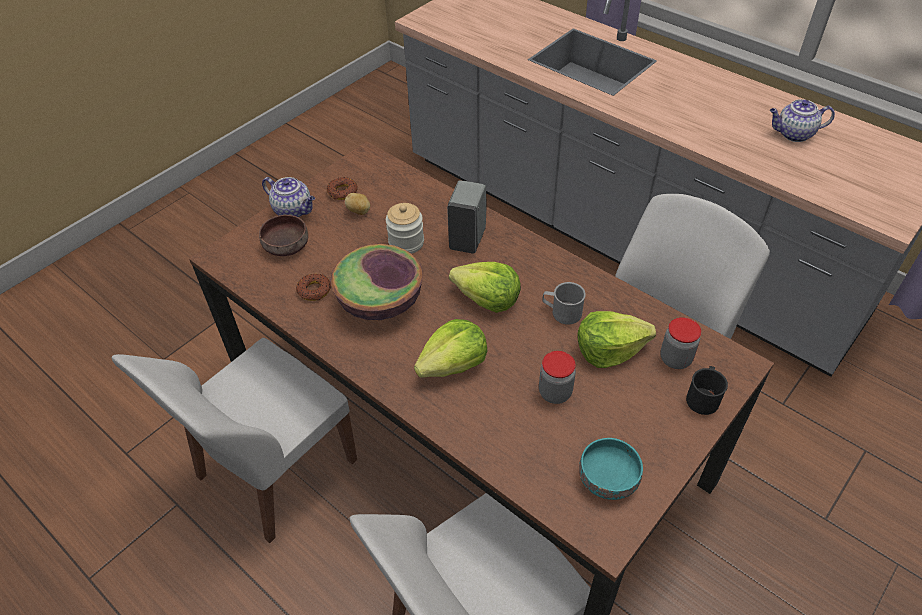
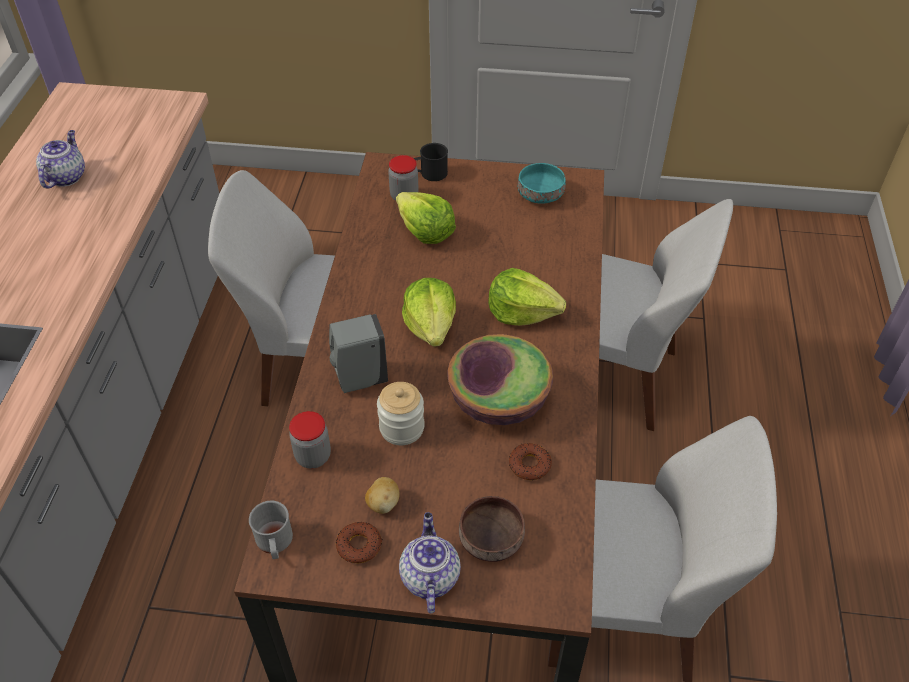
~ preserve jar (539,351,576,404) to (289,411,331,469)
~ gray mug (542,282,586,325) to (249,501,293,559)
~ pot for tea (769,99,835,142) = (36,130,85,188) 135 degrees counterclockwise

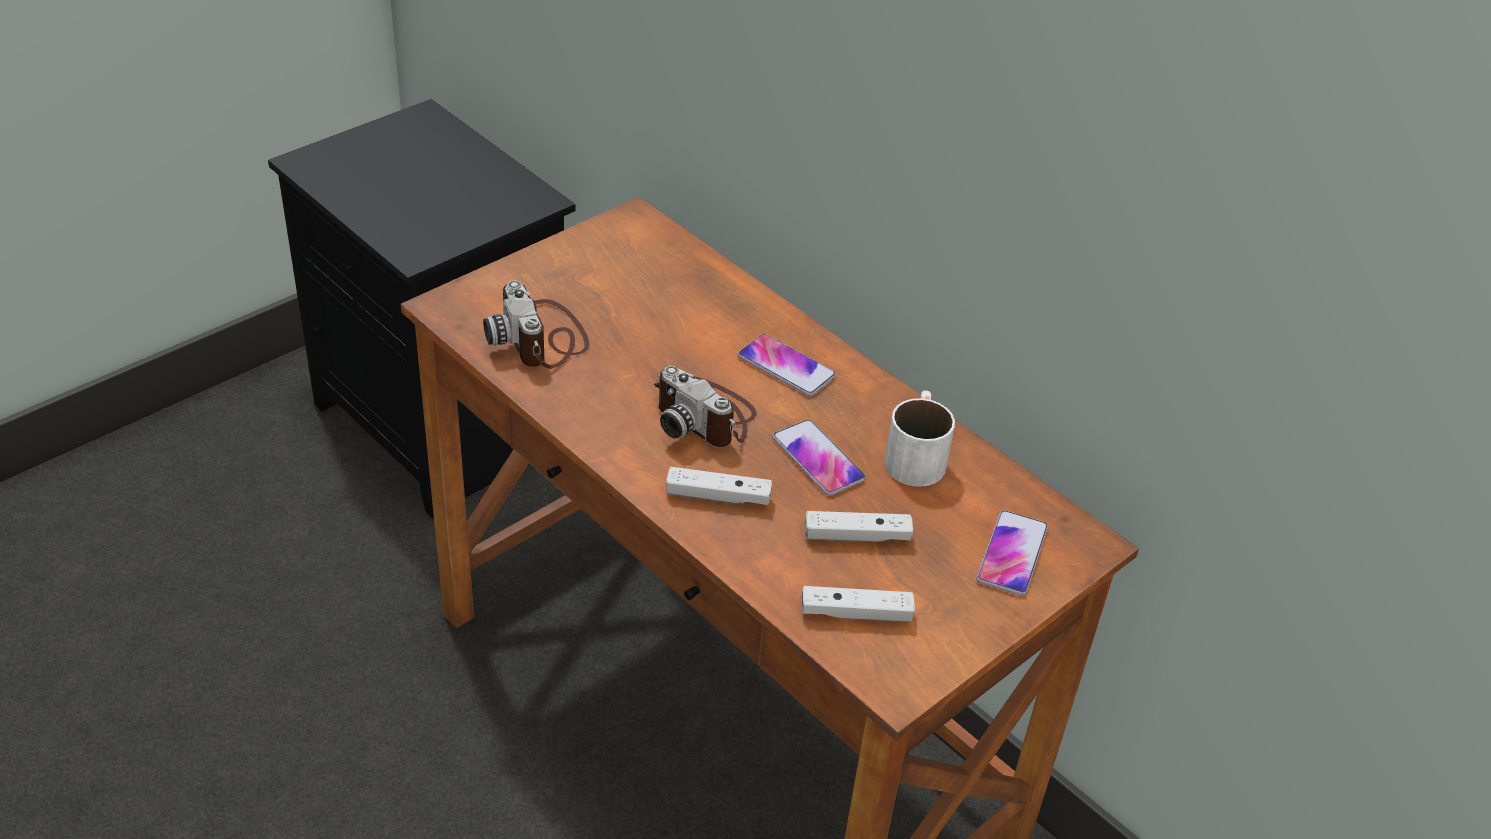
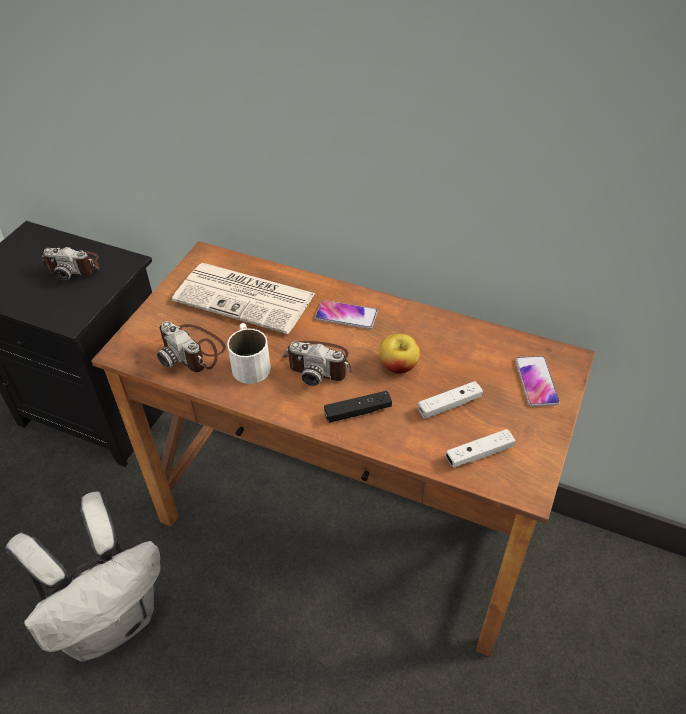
+ white-coloured knapsack (5,491,161,662)
+ photo camera (42,247,99,281)
+ printed paper (172,263,316,334)
~ white-coloured mug (884,390,955,487) to (227,323,271,384)
~ telephone (772,419,866,496) to apple fruit (379,333,420,374)
~ white-coloured joypad (666,467,772,505) to black-coloured joypad (324,391,392,423)

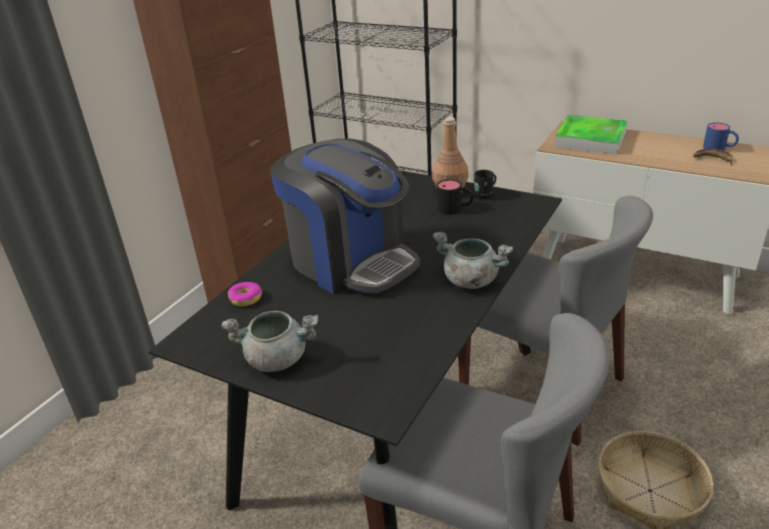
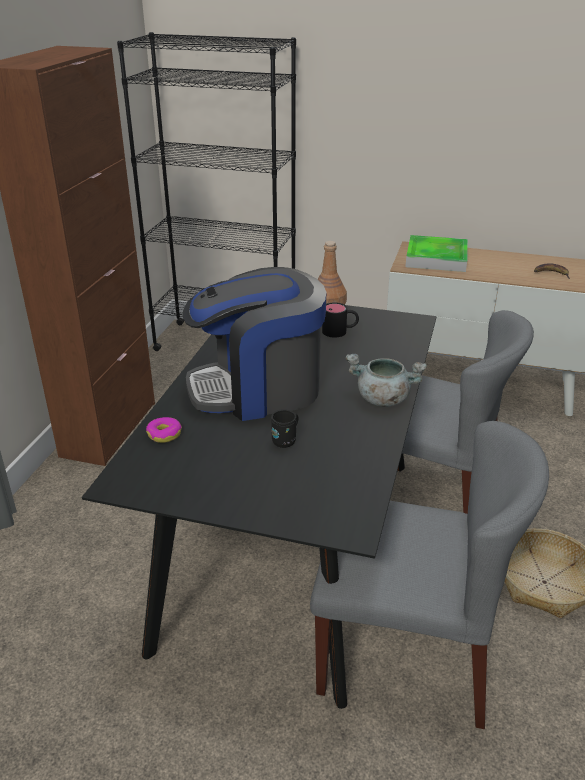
- gray saucepot (221,311,318,372)
- blue mug (703,123,739,150)
~ black-coloured mug (474,170,496,199) to (271,409,299,448)
~ coffee machine (270,139,420,294) = (183,267,326,421) 135 degrees clockwise

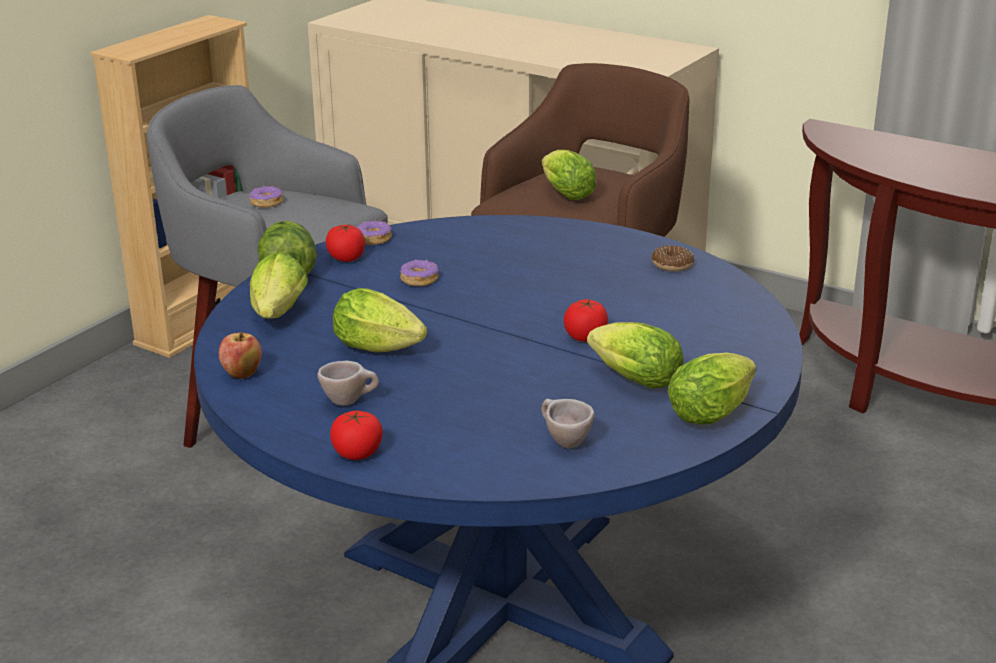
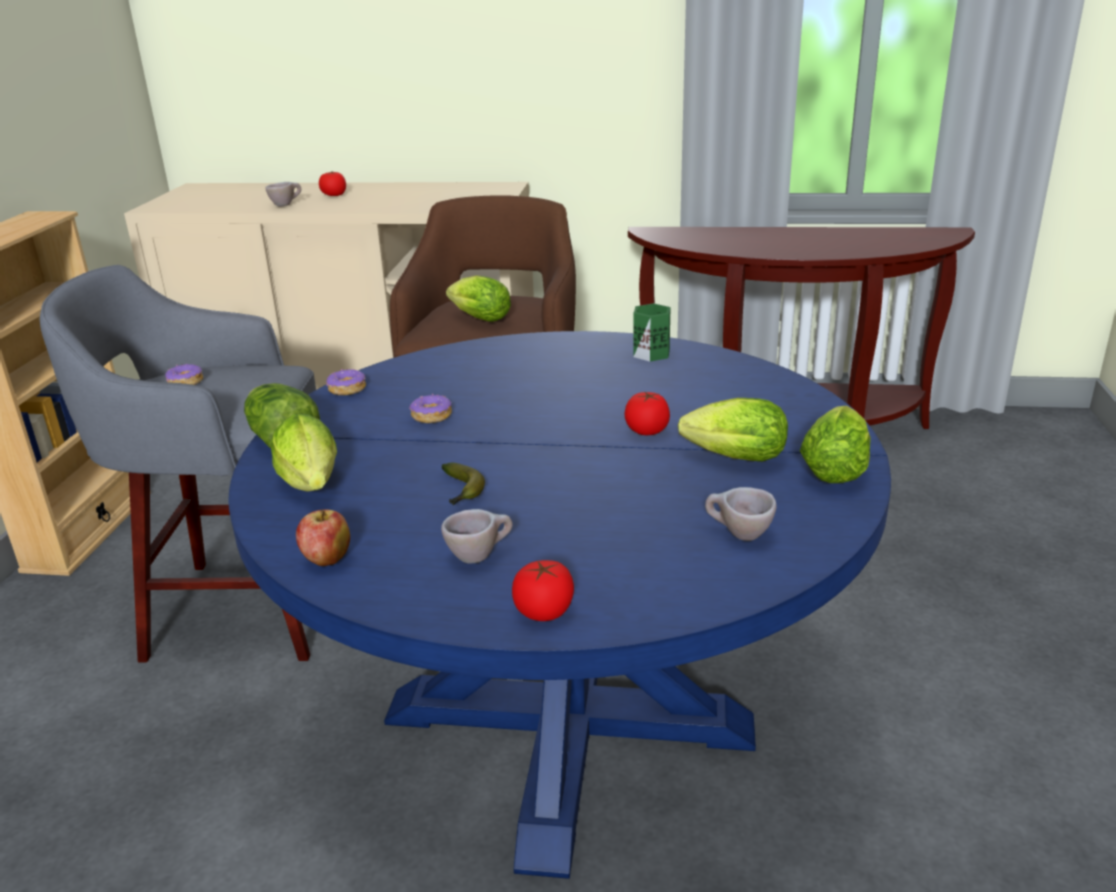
+ sand-coloured small cup (265,182,301,207)
~ tomato (326,225,365,262) to (319,171,346,196)
~ lettuce head (333,288,427,352) to banana (442,463,485,505)
~ ring doughnut (652,245,694,271) to green-coloured mug (633,303,671,361)

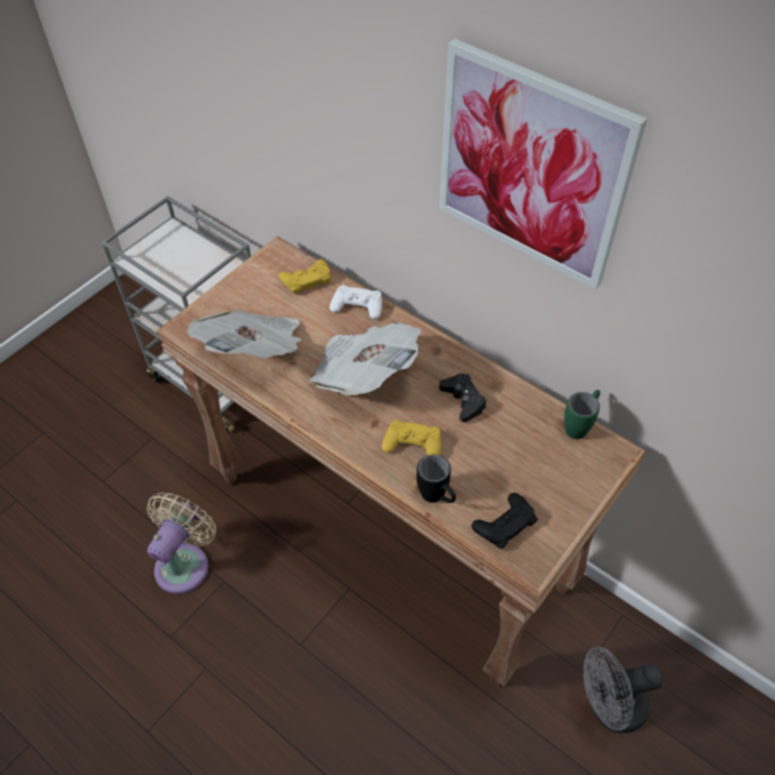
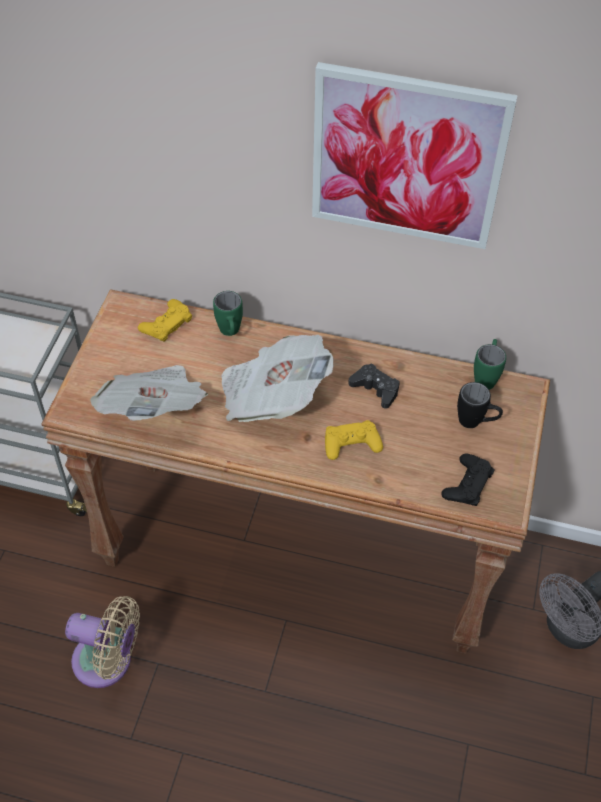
~ black-coloured mug (416,454,456,503) to (457,382,503,428)
~ white-coloured joypad (330,285,382,319) to green-coloured mug (213,291,243,336)
~ sand-coloured cooling fan (147,492,216,594) = (65,596,140,688) 105 degrees clockwise

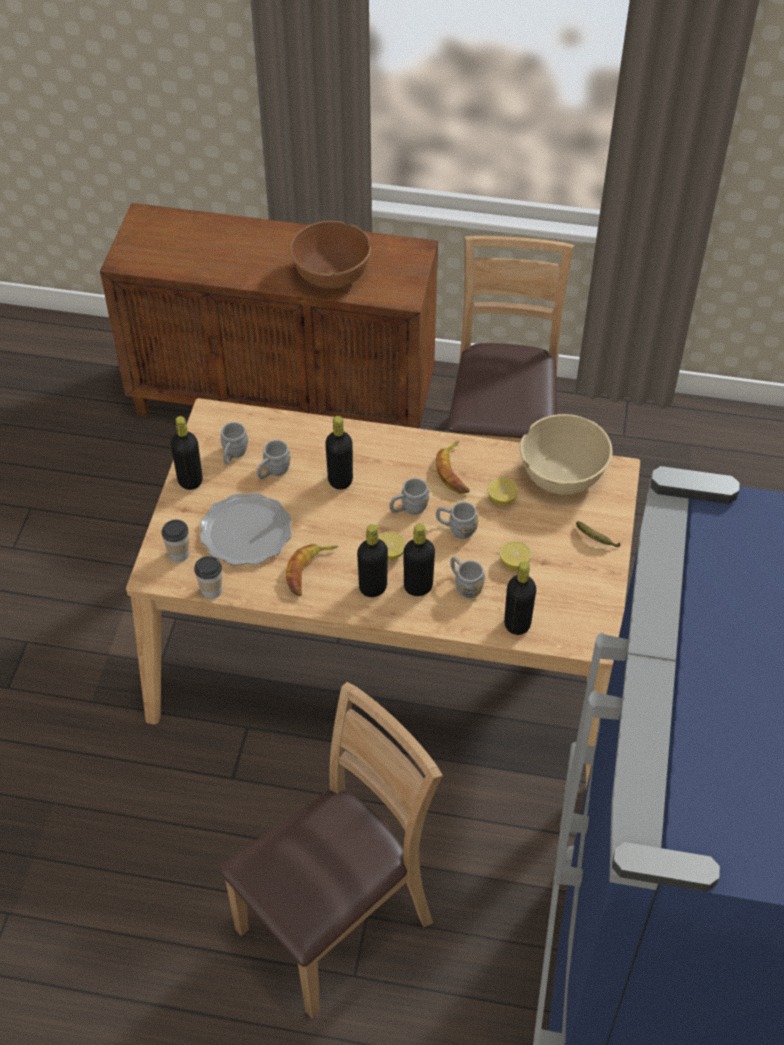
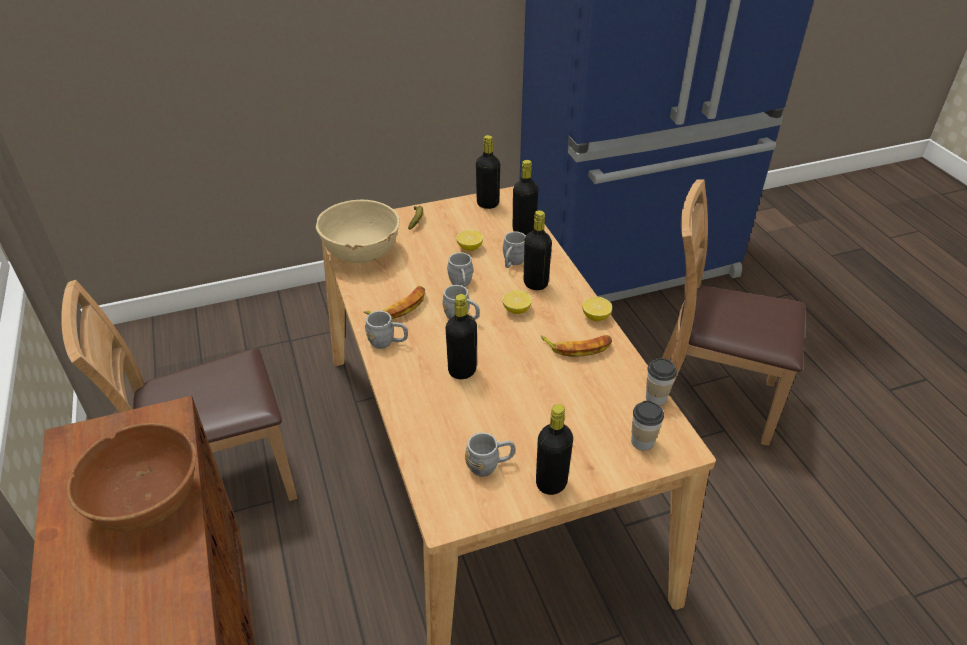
- dinner plate (200,493,292,566)
~ gray mug (257,440,291,479) to (365,311,408,349)
~ black-coloured drink bottle (357,524,388,597) to (476,135,500,209)
~ whole lemon (488,478,519,504) to (582,297,612,321)

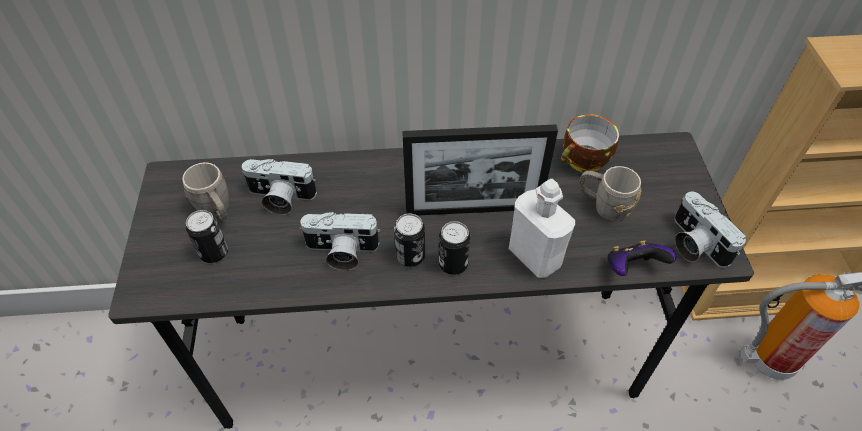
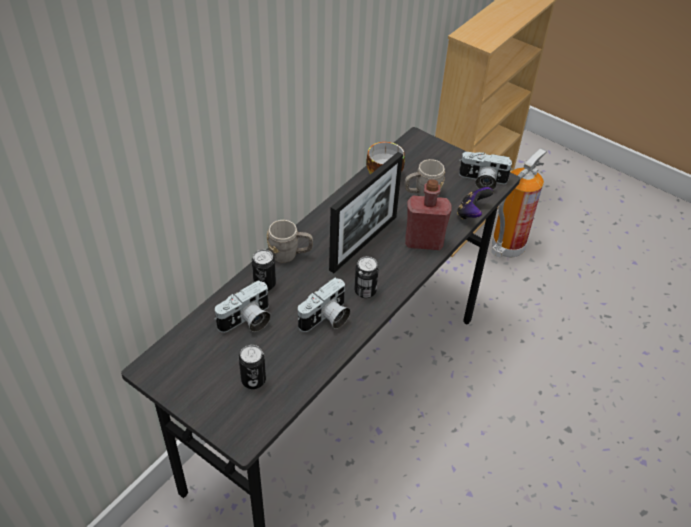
~ gray mug (182,162,229,221) to (267,220,313,263)
~ metal can (439,221,470,275) to (252,249,276,291)
~ white-coloured drink bottle (509,179,575,278) to reddish drink bottle (405,179,452,250)

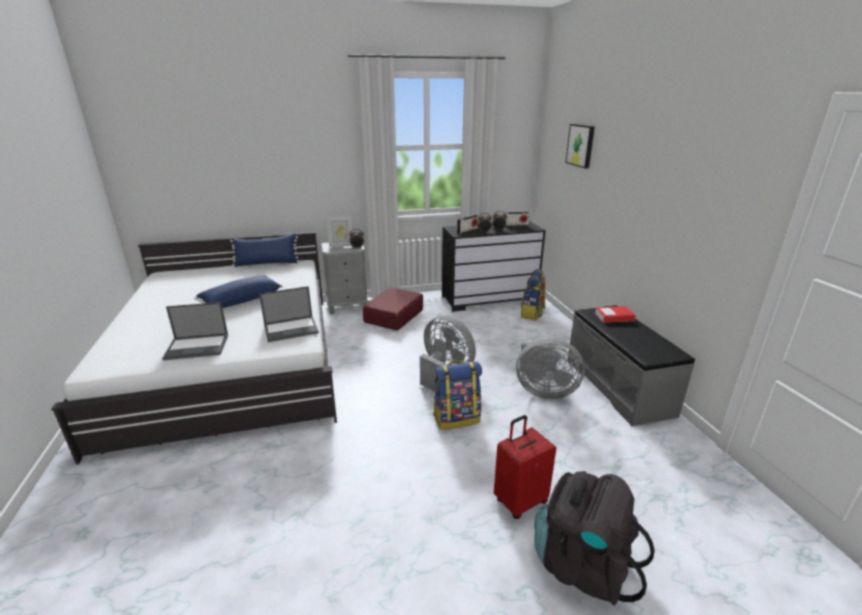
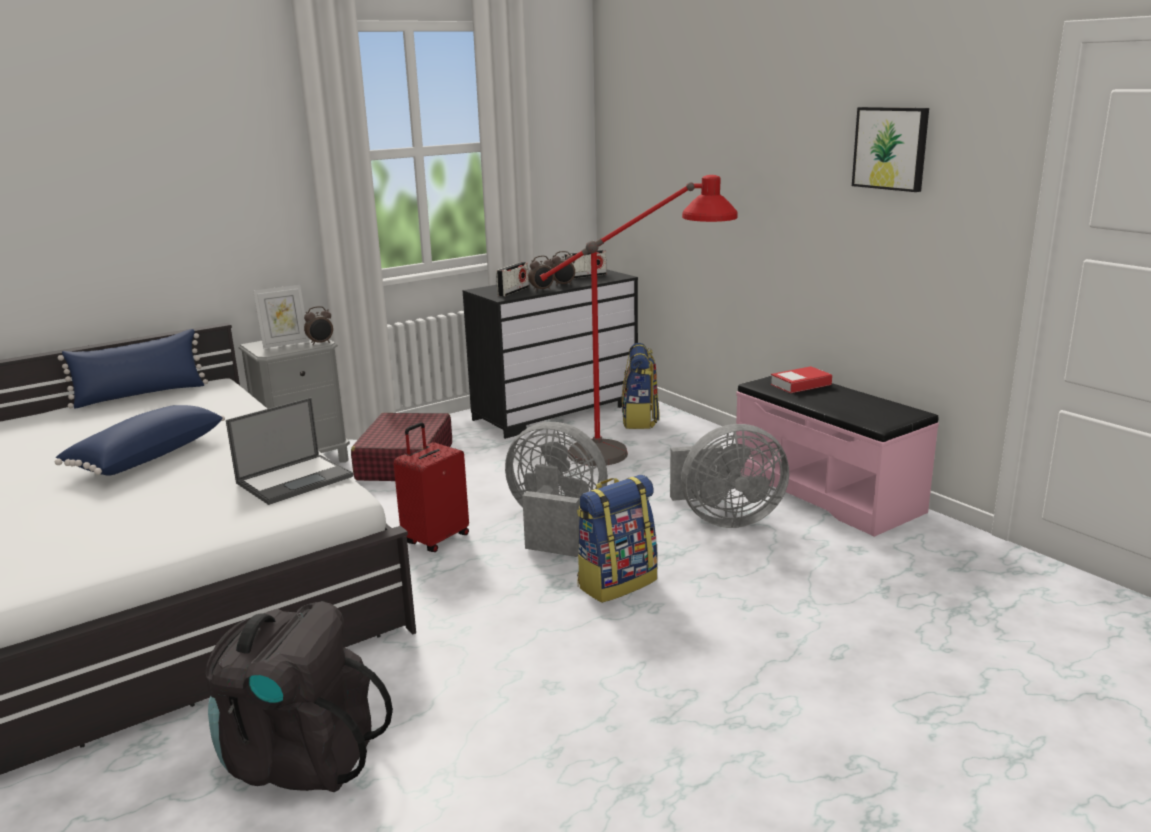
- portable computer (162,302,228,360)
+ reddish standard lamp (540,175,738,466)
~ reddish travel case (494,415,556,519) to (393,422,469,552)
~ black-coloured knapsack (534,471,655,606) to (205,601,393,792)
~ wall art (565,124,595,168) to (852,107,929,192)
~ gray indoor bench (567,305,695,426) to pink indoor bench (736,375,939,537)

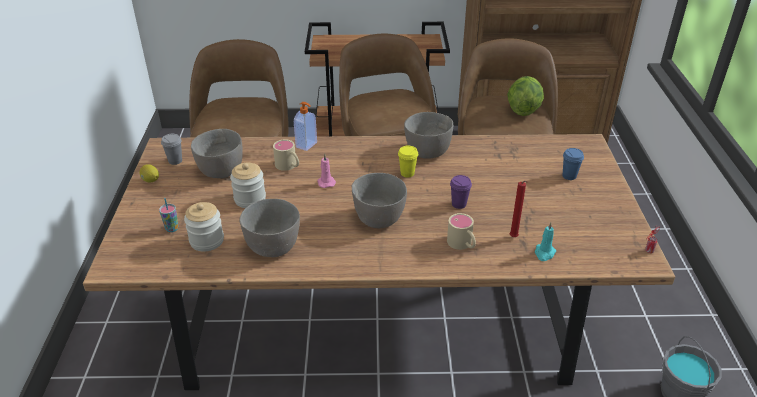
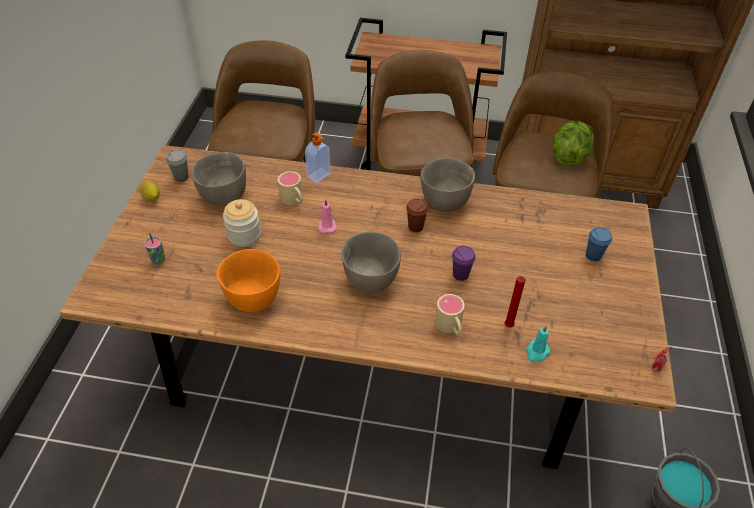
- preserve jar (184,202,224,251)
~ gray deep dish (239,199,300,257) to orange deep dish (216,249,280,312)
~ yellow-coloured small cup (398,145,418,178) to brown small cup (406,198,428,232)

